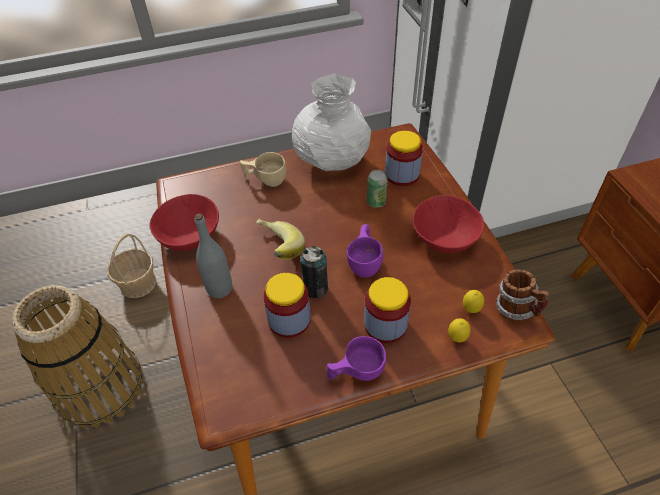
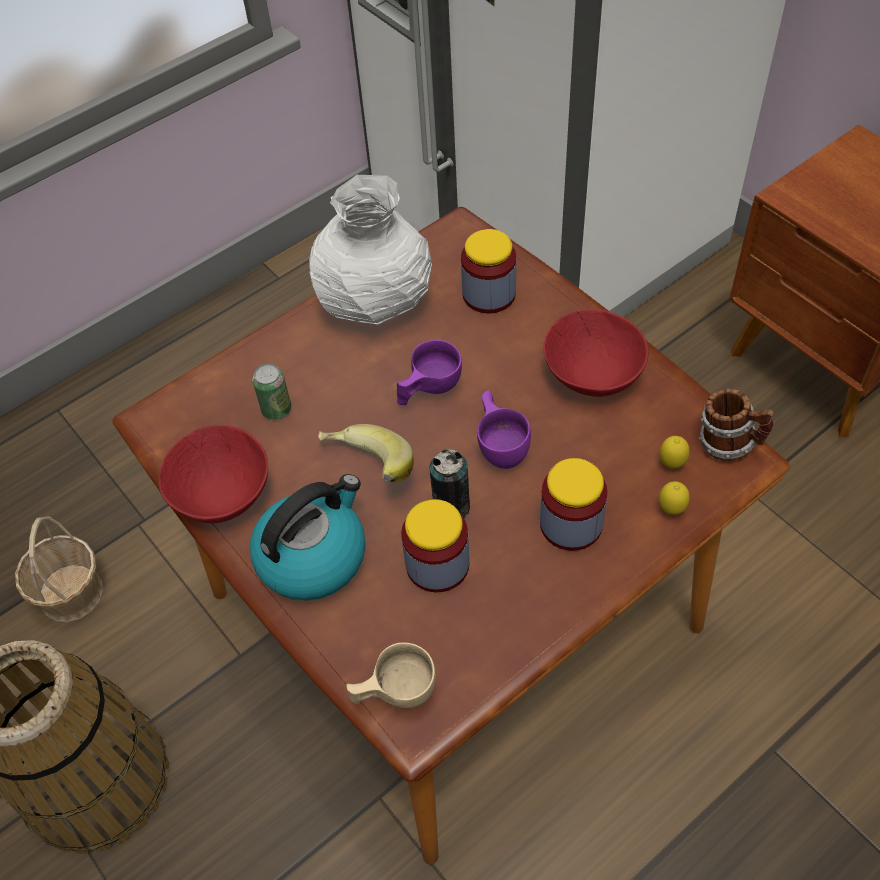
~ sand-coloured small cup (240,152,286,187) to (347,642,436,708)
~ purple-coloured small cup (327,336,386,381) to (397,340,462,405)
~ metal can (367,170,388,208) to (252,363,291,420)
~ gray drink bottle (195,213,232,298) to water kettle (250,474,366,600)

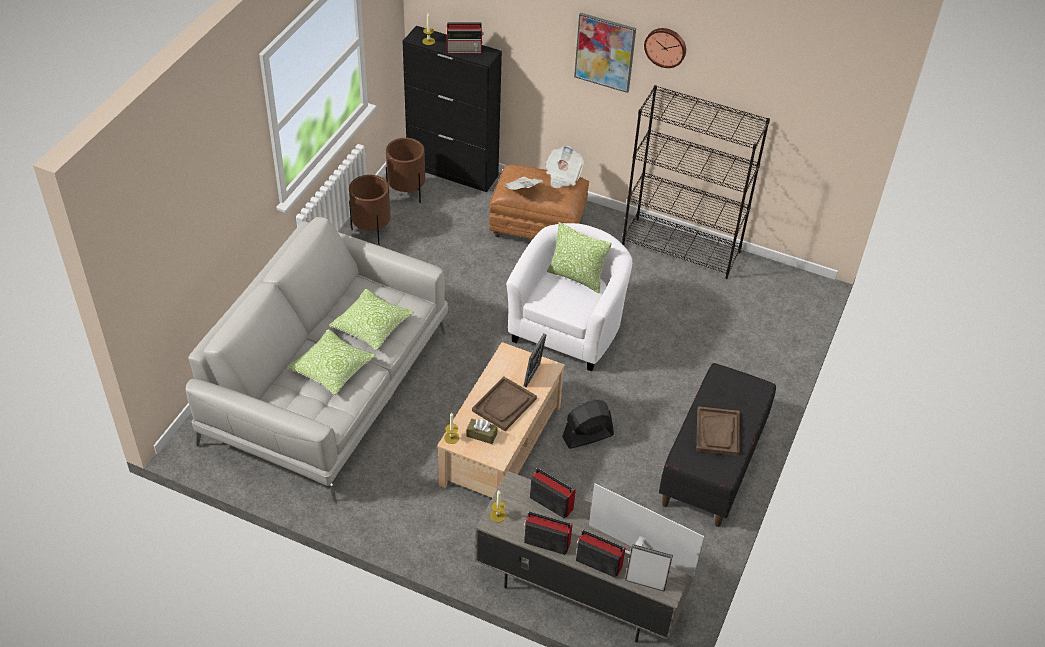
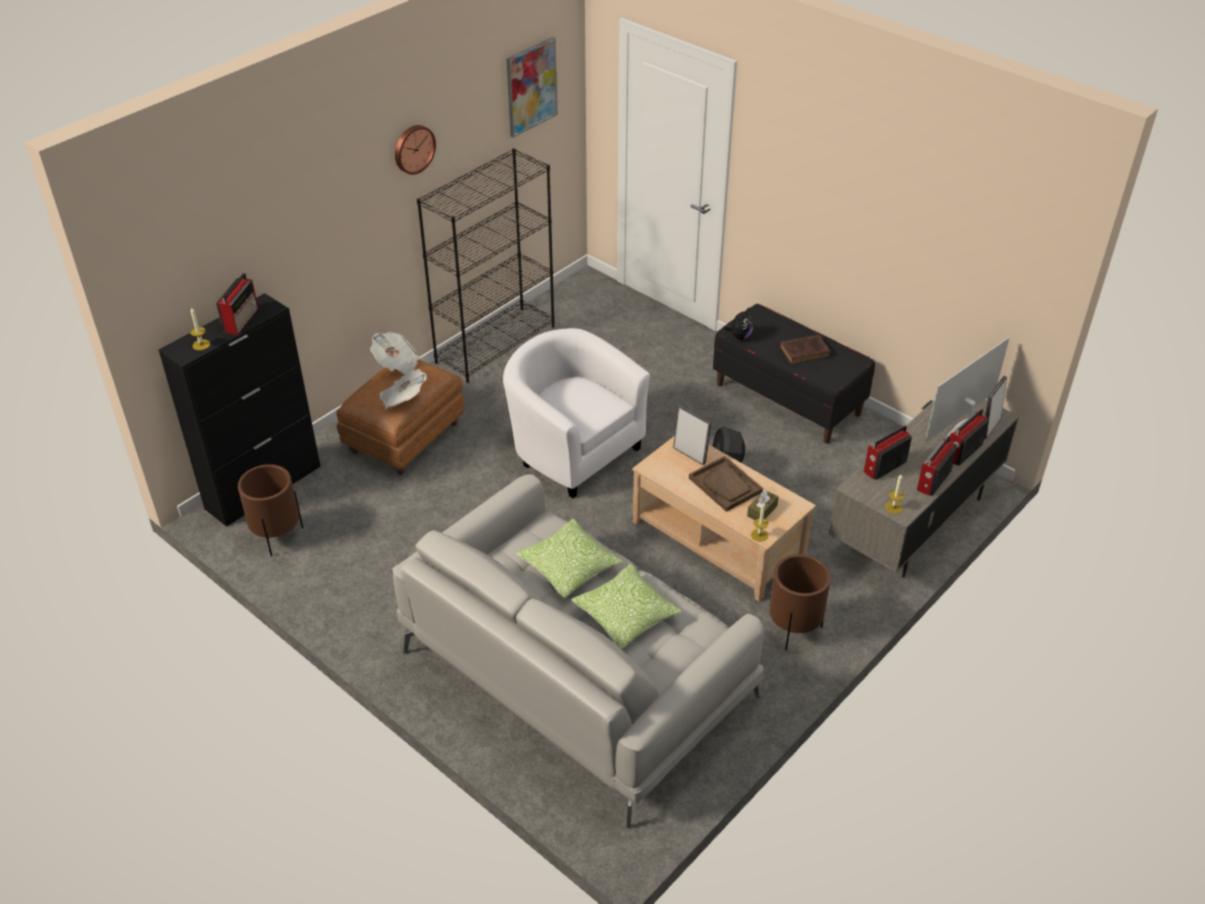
- cushion (547,222,612,293)
+ plush toy (724,307,753,340)
~ brown planter (349,175,391,245) to (769,554,831,651)
~ wall art (574,13,636,93) to (506,37,557,137)
~ brown carrying tray (696,406,740,456) to brown bound book (780,335,830,364)

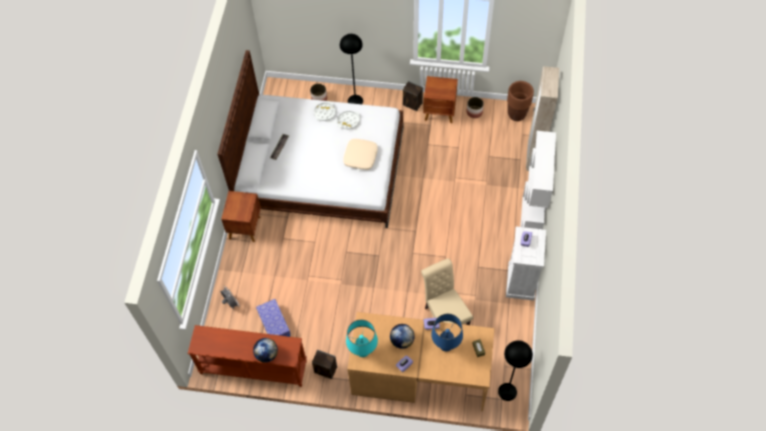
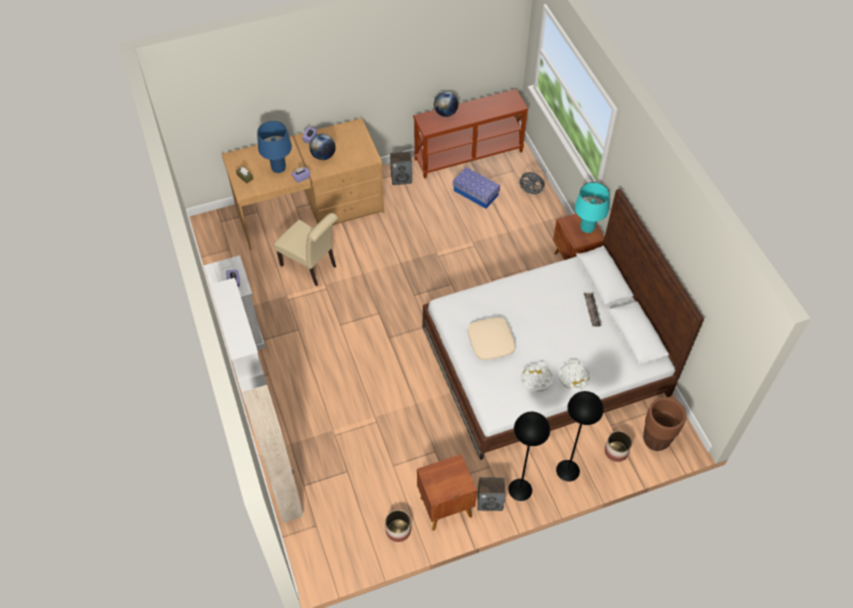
~ turquoise tabletop lamp (346,320,378,357) to (575,182,610,233)
~ black-coloured standard lamp (498,340,533,401) to (508,412,550,501)
~ brown planter (507,81,534,121) to (643,397,686,451)

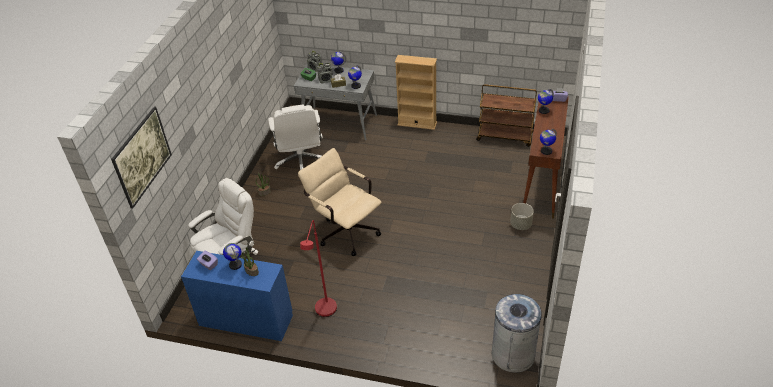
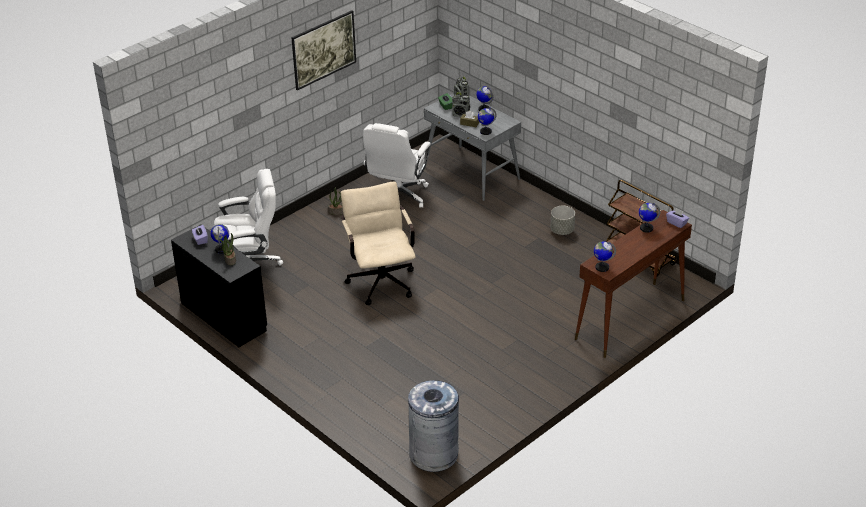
- reddish standard lamp (300,220,337,317)
- sand-coloured bookshelf (395,55,437,130)
~ wall art (111,107,172,209) to (291,10,356,90)
~ gray planter (510,203,534,230) to (550,206,575,235)
~ blue desk unit (181,251,293,341) to black-coloured desk unit (171,224,267,347)

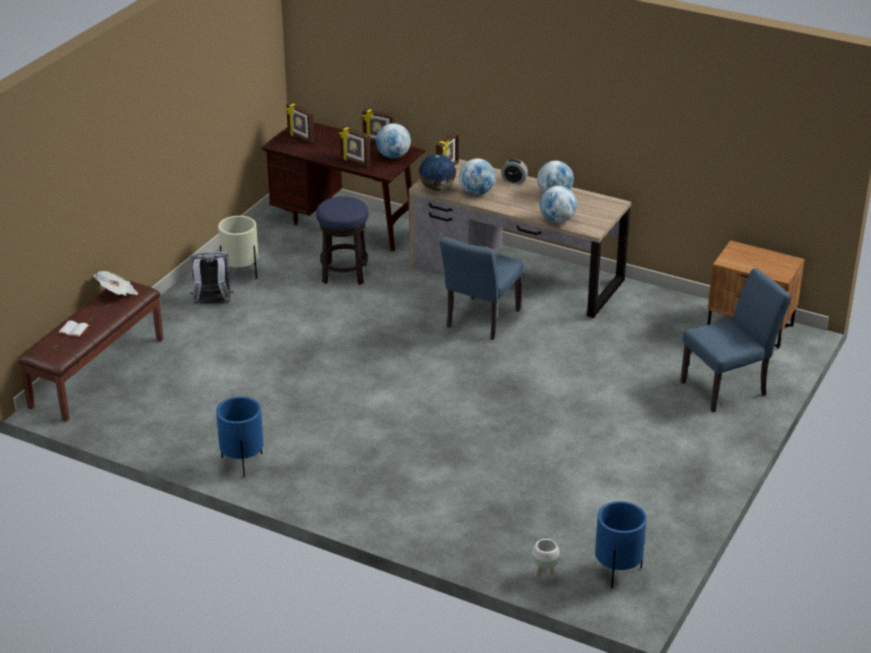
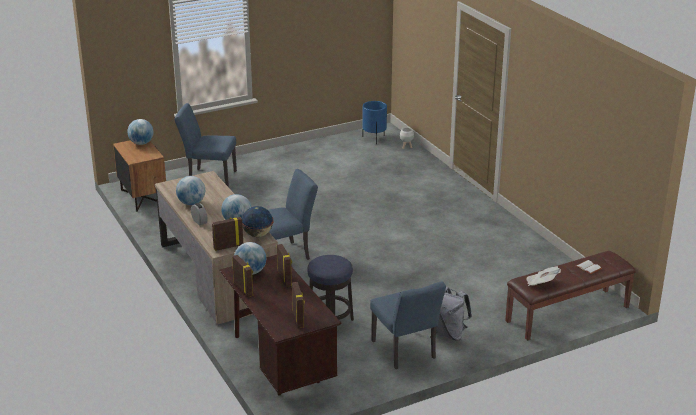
- blue planter (216,396,264,477)
~ desk globe (540,186,577,223) to (127,119,154,145)
~ sand-coloured planter (218,216,258,279) to blue plain chair (370,281,446,369)

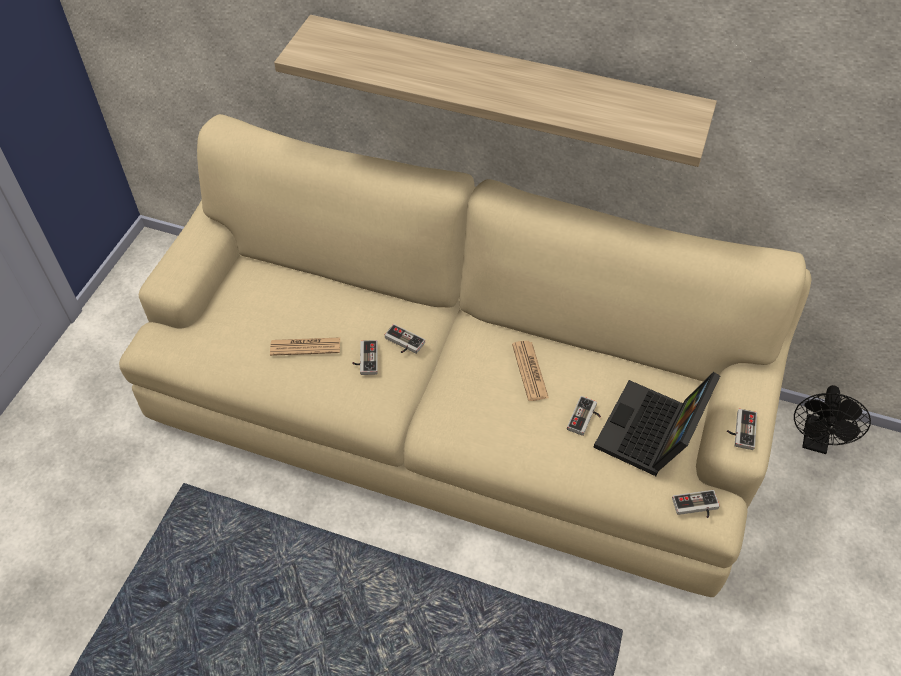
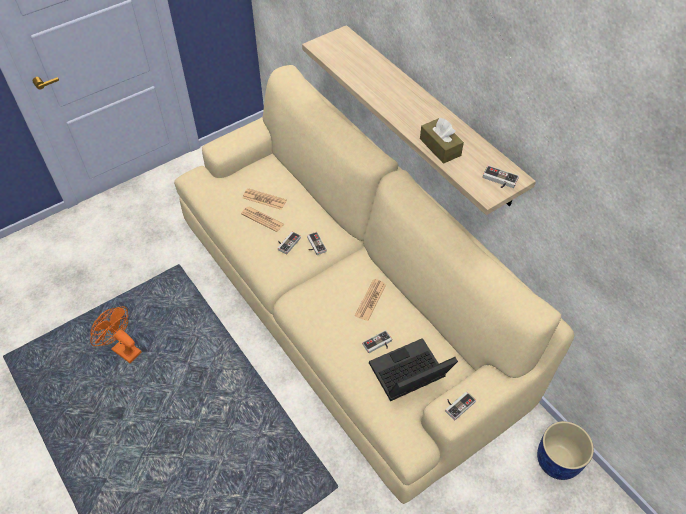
+ orange cooling fan (90,306,142,363)
+ printed paper (243,188,287,210)
+ brown box of tissues (420,117,464,164)
~ joypad (672,490,720,518) to (483,165,519,188)
~ black-coloured cooling fan (794,385,871,454) to blue planter (537,421,594,480)

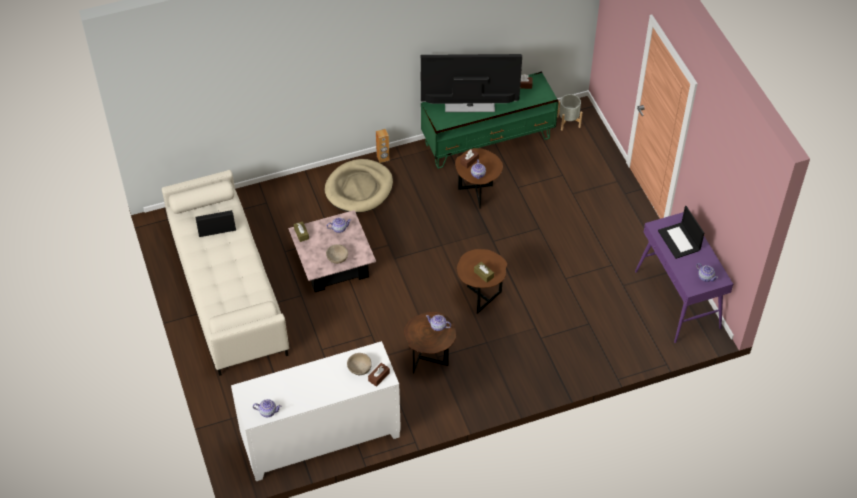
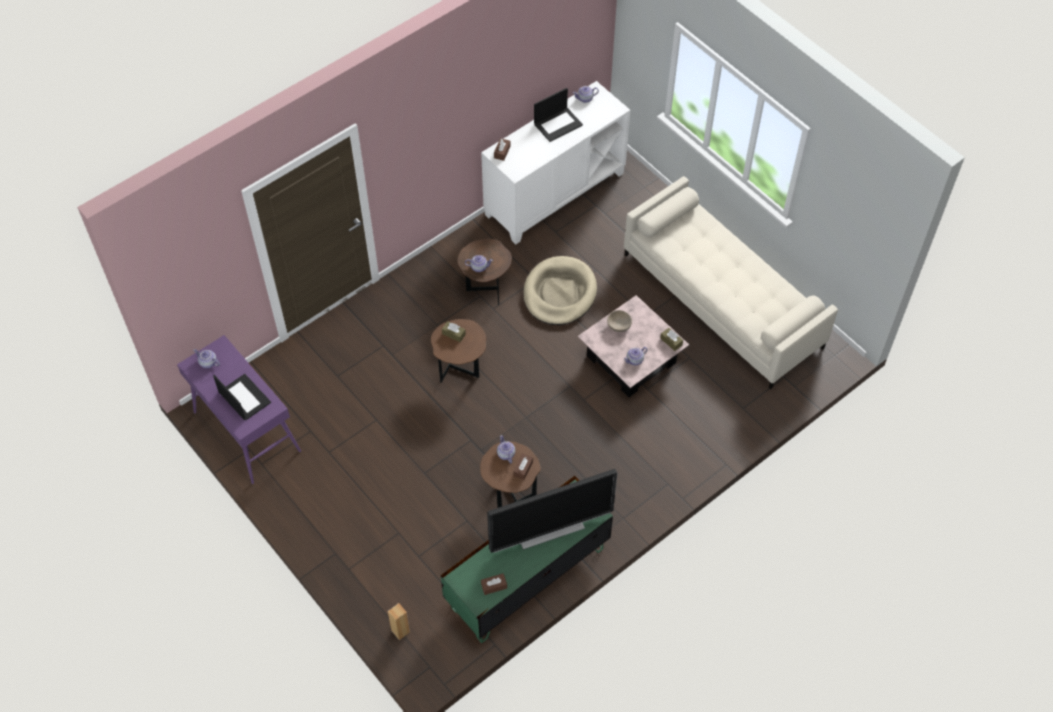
- sand-coloured deep dish (347,353,372,375)
- gray planter (557,94,583,131)
~ portable computer (195,210,236,237) to (534,88,583,142)
~ sand-coloured dog bed (325,159,393,213) to (523,256,597,325)
~ brown speaker (376,129,390,163) to (388,603,410,640)

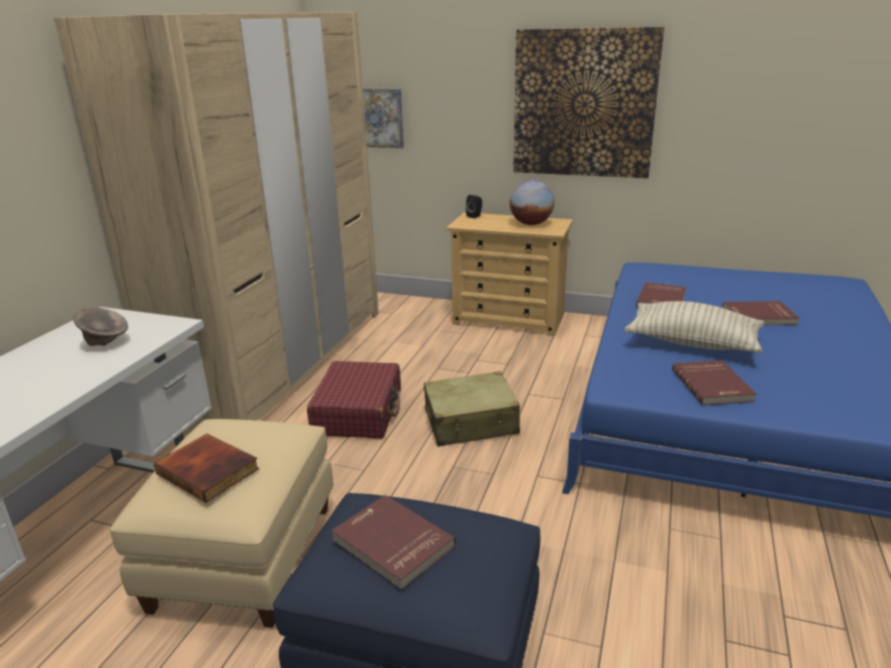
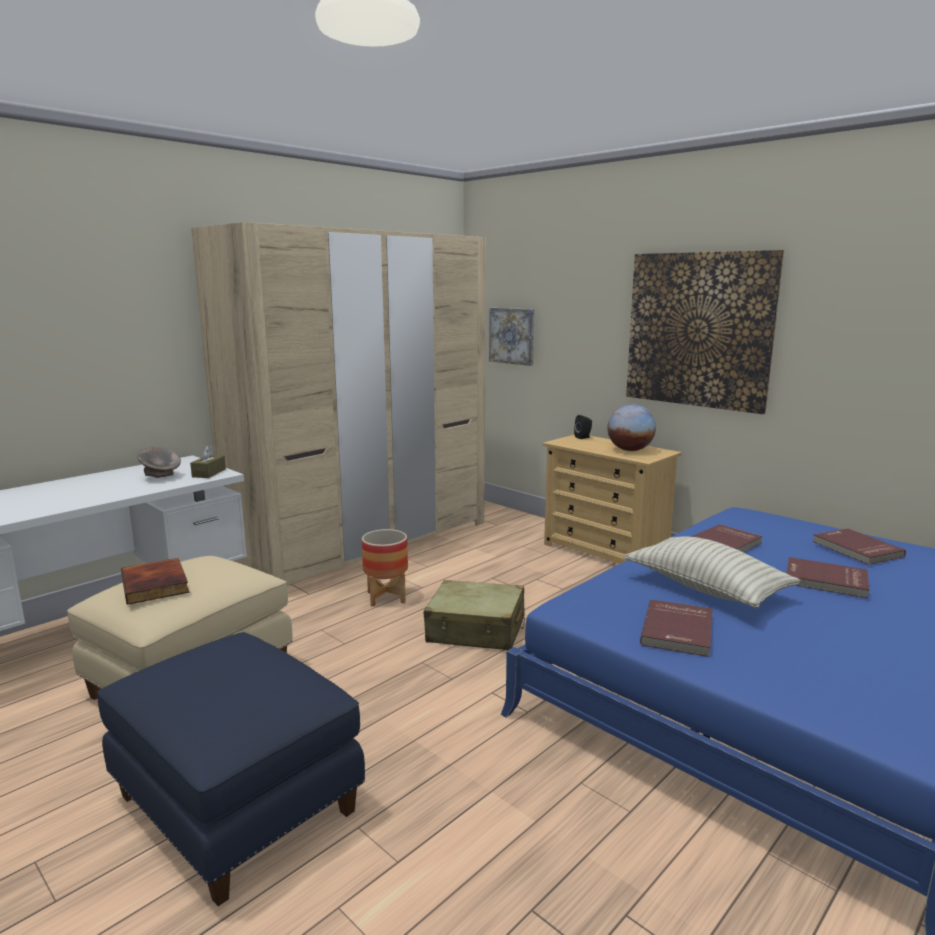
+ brown box of tissues (190,445,226,478)
~ reddish bound book (331,495,456,590) to (813,528,906,565)
~ reddish travel case (307,361,401,439) to planter (362,529,408,607)

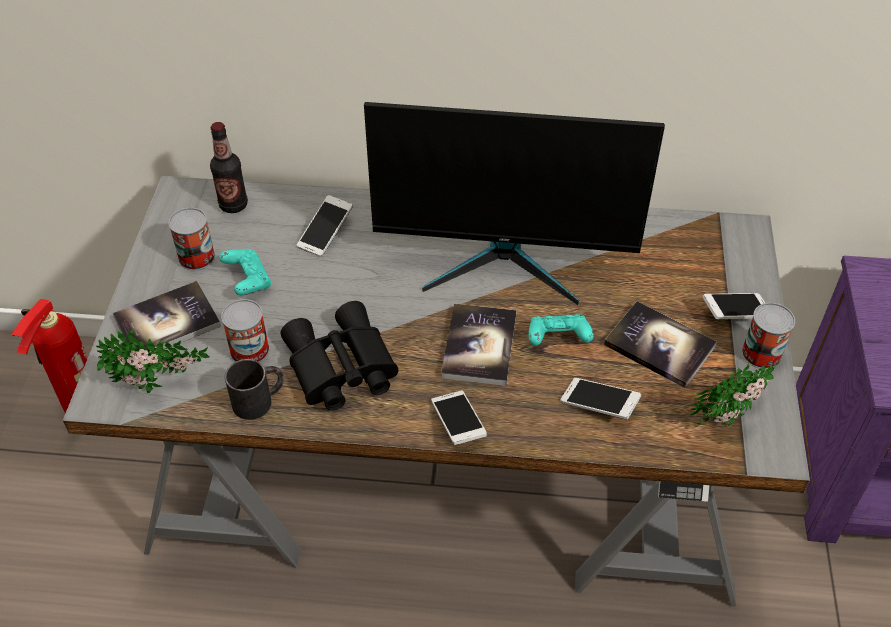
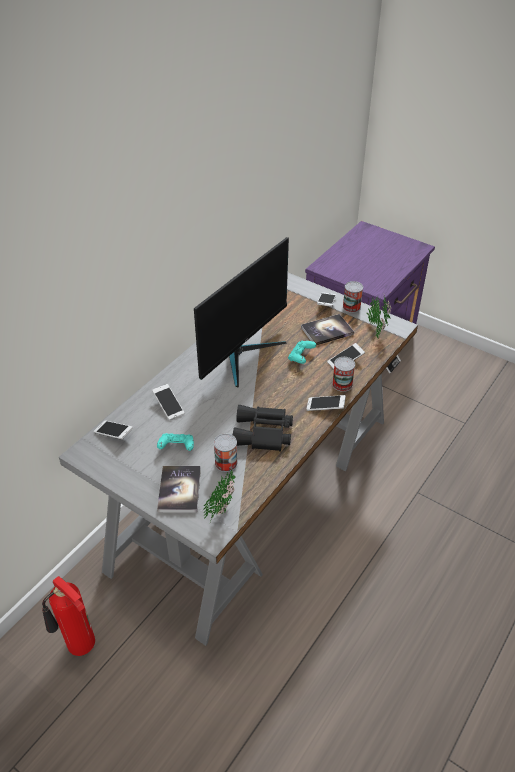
- black-coloured mug (225,359,284,420)
- bound book (441,304,517,386)
~ metal can (168,208,215,270) to (332,357,355,392)
~ drink bottle (210,122,248,213) to telephone (94,420,133,440)

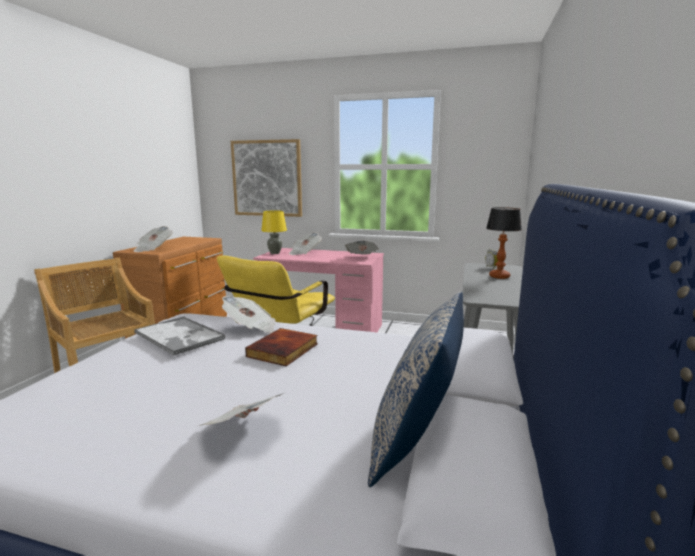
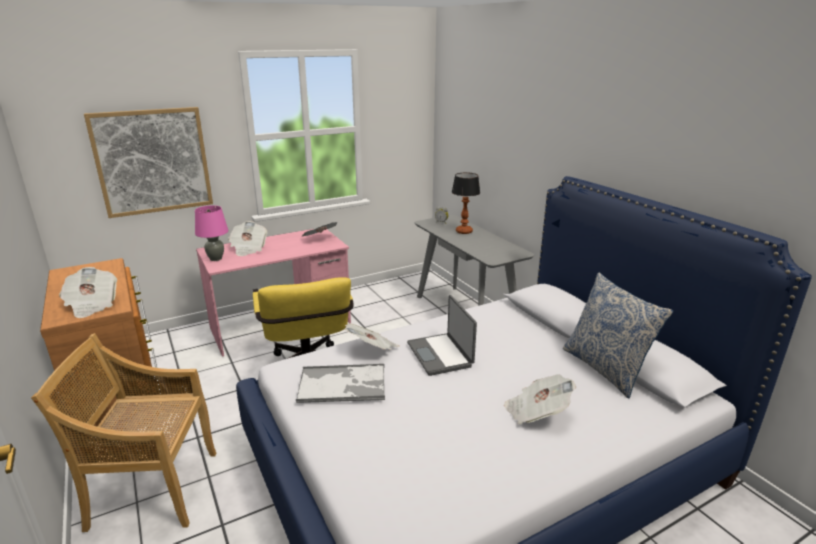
~ bound book (245,328,318,366) to portable computer (407,295,477,376)
~ yellow-coloured tabletop lamp (261,211,287,254) to pink tabletop lamp (195,205,228,261)

